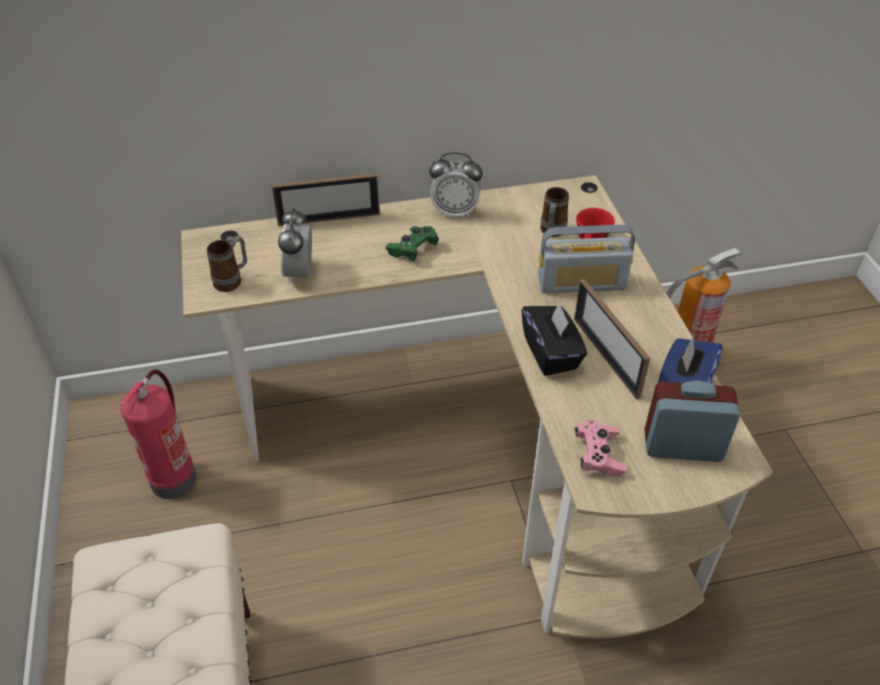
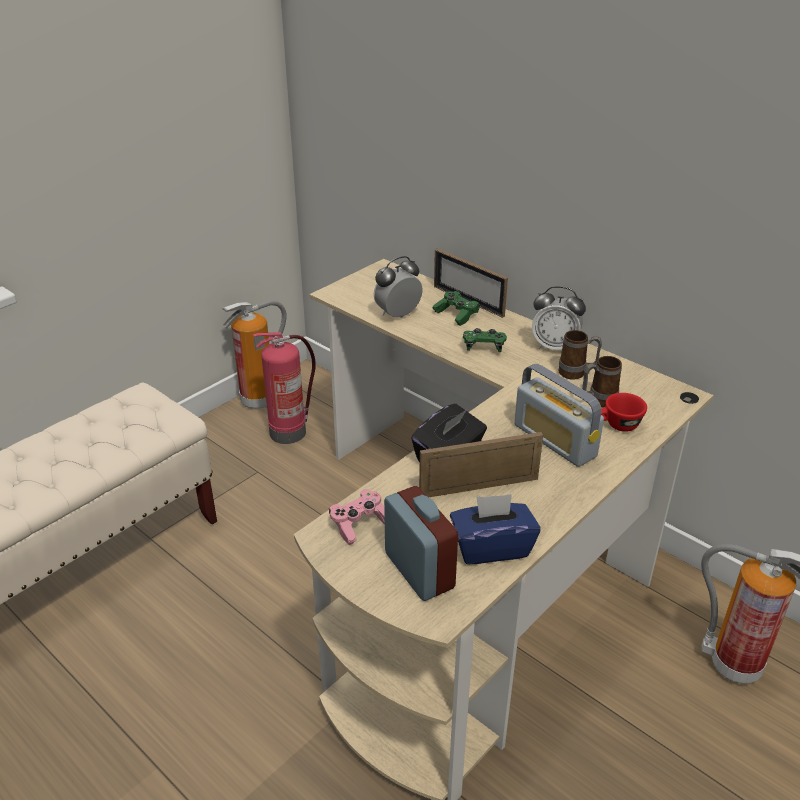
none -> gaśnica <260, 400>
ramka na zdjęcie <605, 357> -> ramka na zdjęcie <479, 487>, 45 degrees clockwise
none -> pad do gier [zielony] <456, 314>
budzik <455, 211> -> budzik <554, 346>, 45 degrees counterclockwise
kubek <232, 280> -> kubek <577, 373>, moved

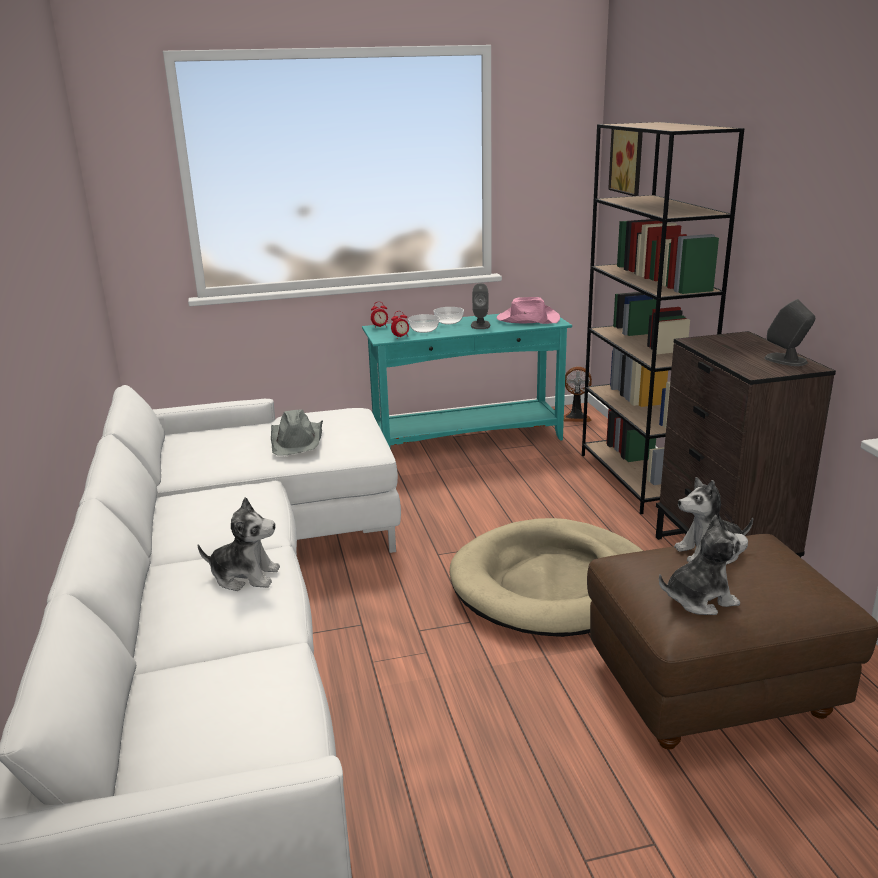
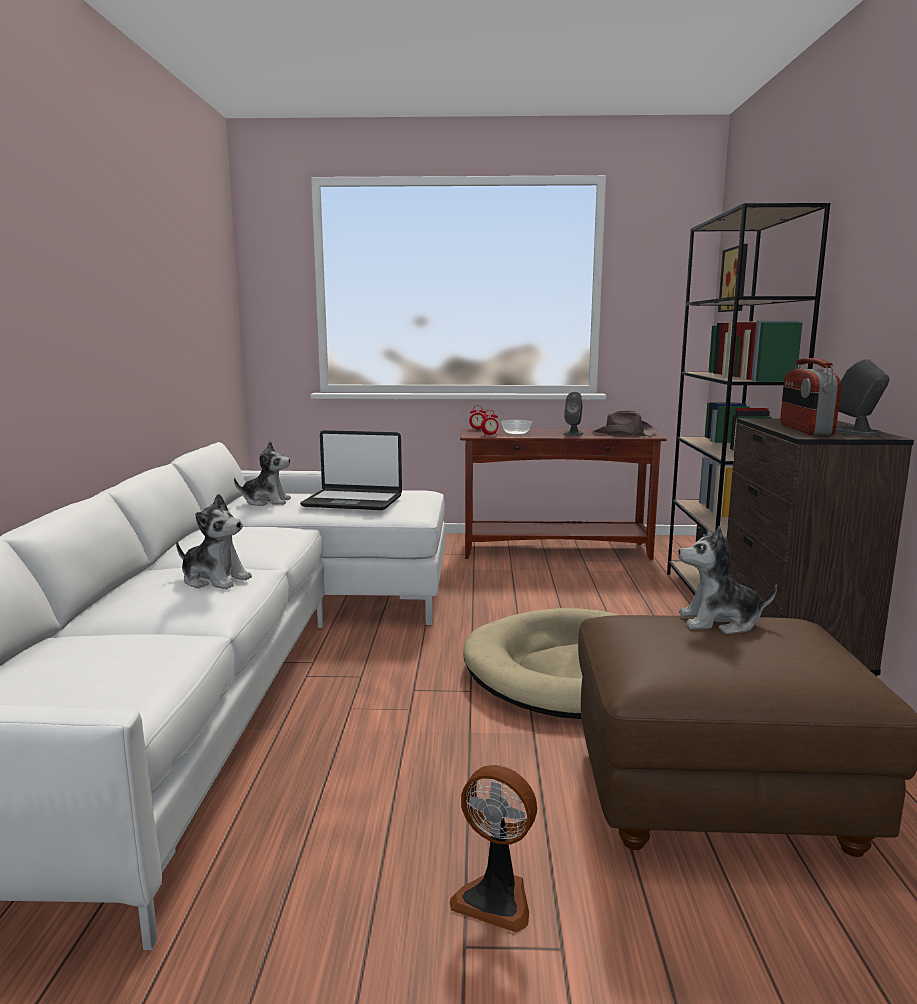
pluszak <700, 599> -> pluszak <266, 502>, moved
kapelusz [szary] <297, 440> -> laptop <353, 501>
wentylator <576, 417> -> wentylator <496, 898>, moved
stolik konsolowy [turkusowy] <468, 439> -> stolik konsolowy [brązowy] <556, 550>
kapelusz [różowy] <527, 319> -> kapelusz [brązowy] <623, 433>
none -> radio <805, 430>
miska <448, 322> -> none

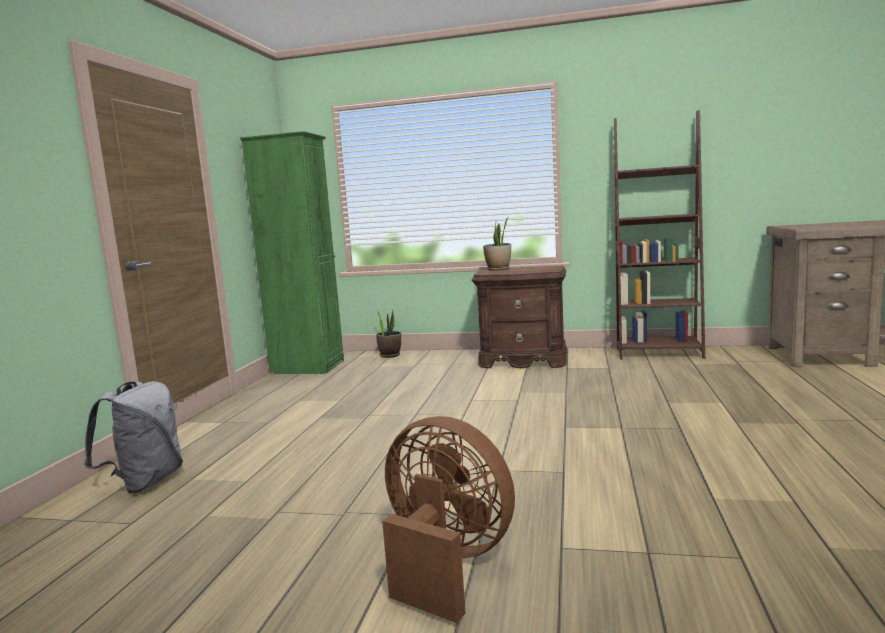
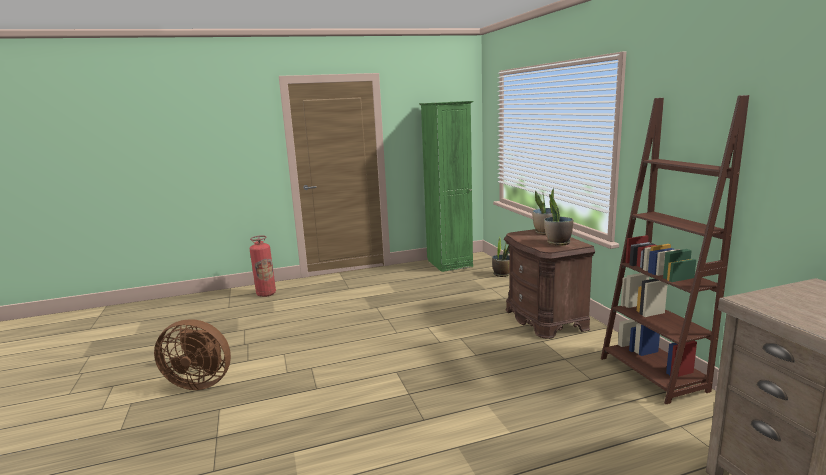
wentylator [brązowy] <445, 563> -> wentylator [brązowy] <200, 382>, 90 degrees clockwise
plecak [szary] <145, 482> -> gaśnica <266, 294>
none -> roślina doniczkowa <557, 243>

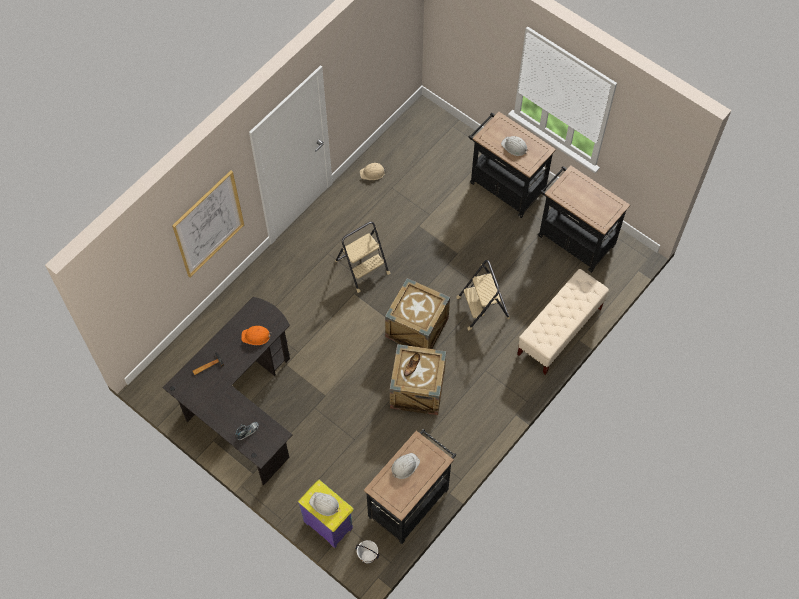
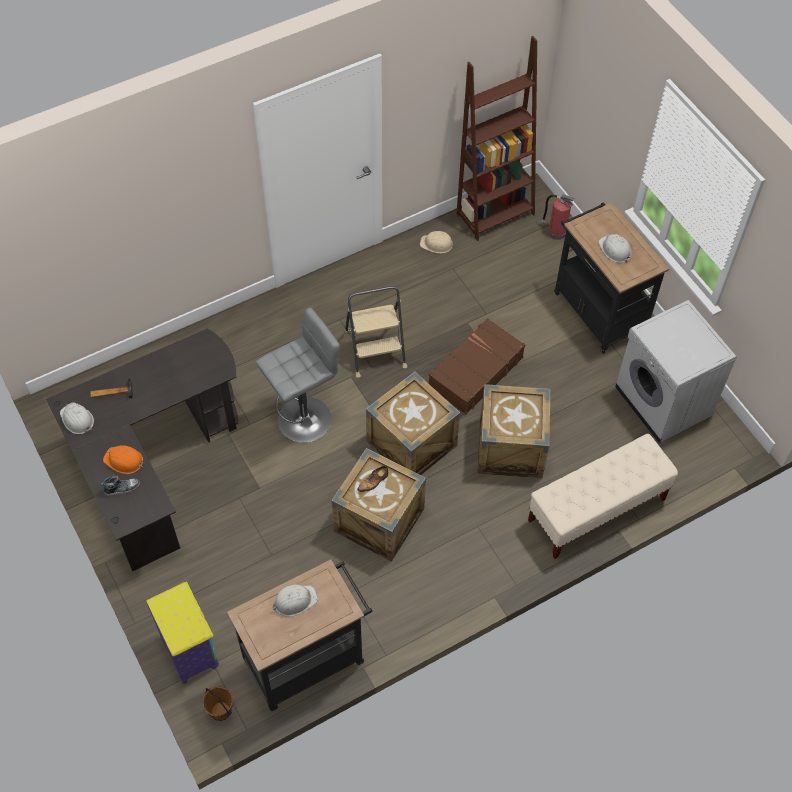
kask [biały] <324, 504> -> kask [biały] <77, 419>, moved
kask [pomarańczowy] <256, 336> -> kask [pomarańczowy] <124, 460>, moved
wiadro [biały] <367, 557> -> wiadro [brązowy] <220, 711>
none -> stołek [szary] <305, 420>
none -> walizka [brązowy] <475, 372>
none -> regał [brązowy] <495, 214>
drabinka [beżowy] <485, 307> -> skrzynka <510, 447>
none -> gaśnica <556, 232>
wózek [czarny] <573, 240> -> pralka [biały] <661, 402>
obraz <208, 224> -> none

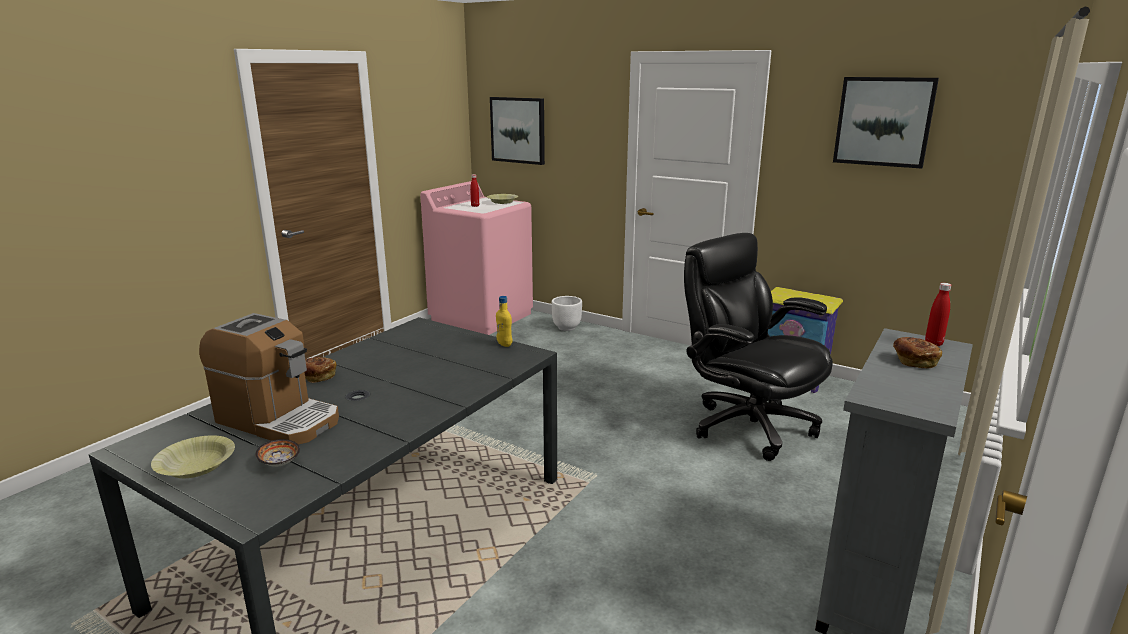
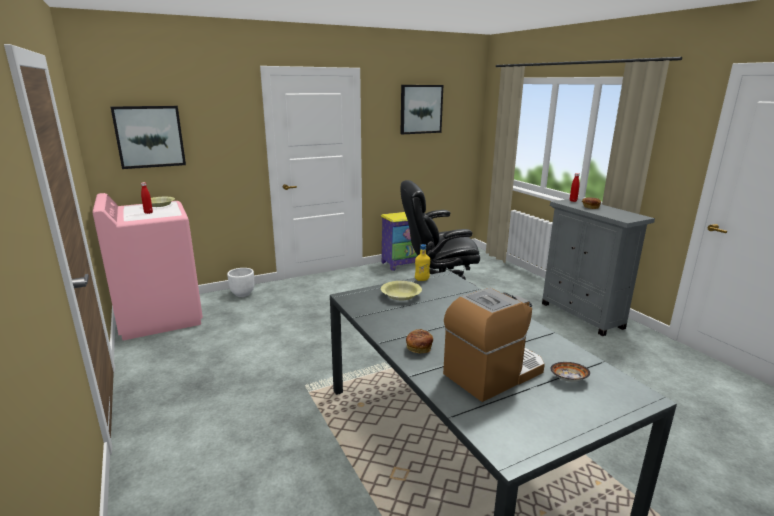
miska [żółty] <196, 466> -> miska [żółty] <401, 296>, moved

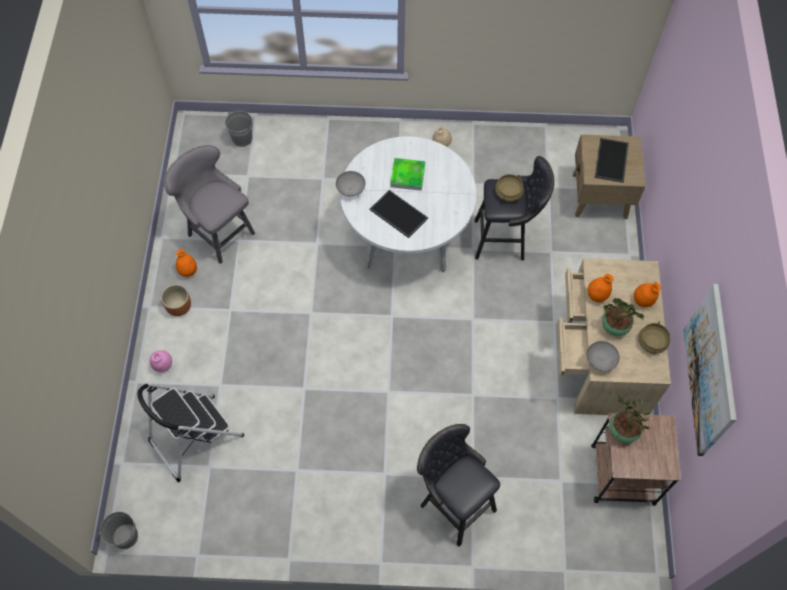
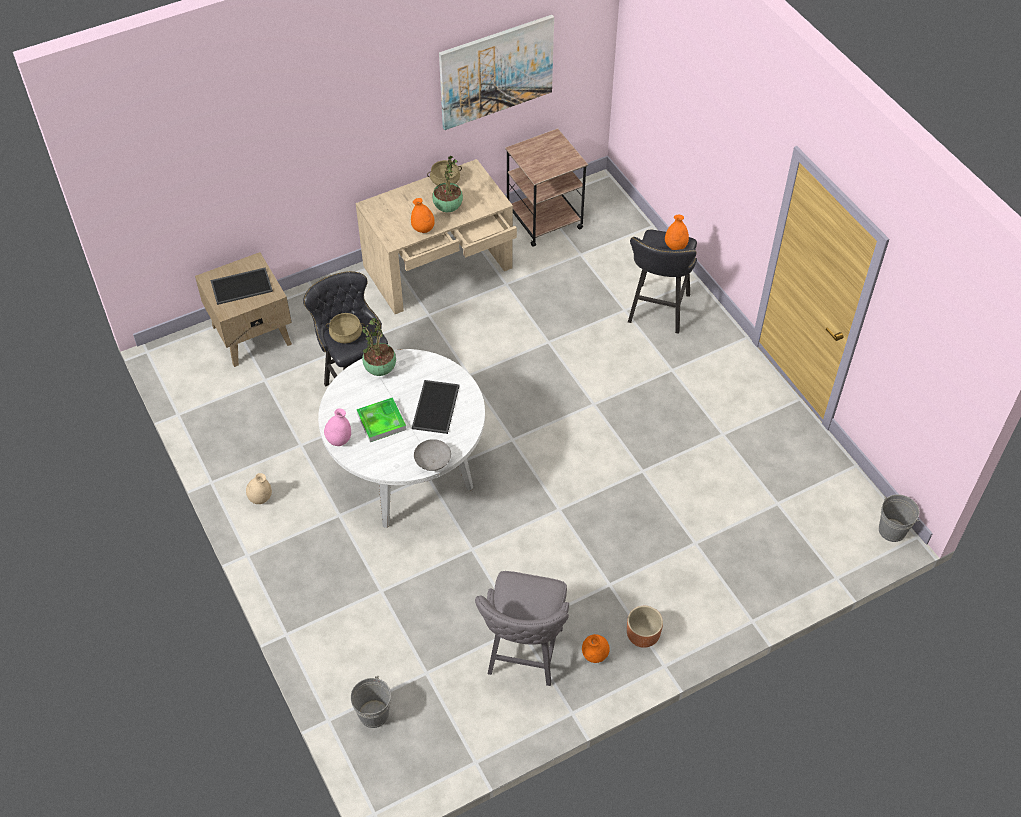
wazon [różowy] <163, 365> -> wazon [różowy] <339, 440>, moved
roślina doniczkowa <621, 431> -> roślina doniczkowa <380, 370>, moved
wazon [pomarańczowy] <643, 301> -> wazon [pomarańczowy] <675, 246>, moved
drabinka <193, 439> -> none
miska [szary] <600, 360> -> none

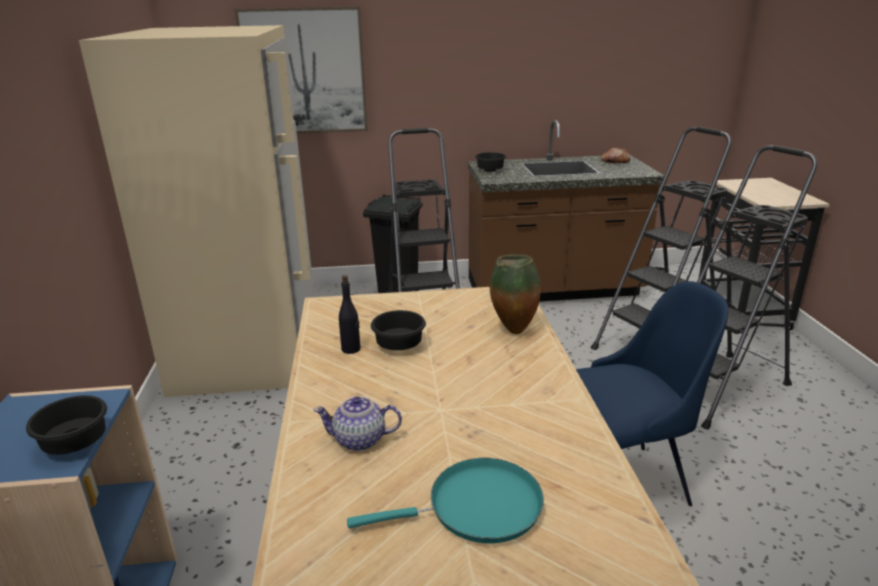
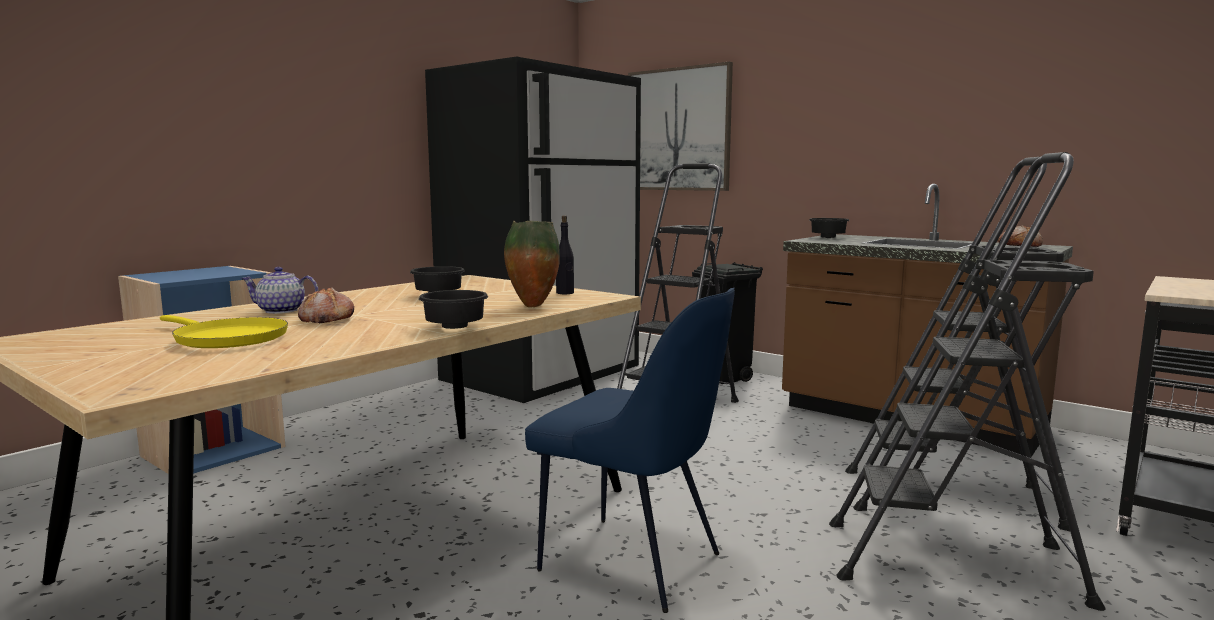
patelnia [turkusowy] <476, 507> -> patelnia [żółty] <227, 338>
imbryk <360, 440> -> imbryk <282, 311>, 45 degrees counterclockwise
none -> chleb <326, 319>
miska [czarny] <78, 442> -> miska [czarny] <457, 327>, moved
lodówka [beżowy] <250, 344> -> lodówka [czarny] <543, 372>
butelka [czarny] <351, 349> -> butelka [czarny] <565, 293>, moved

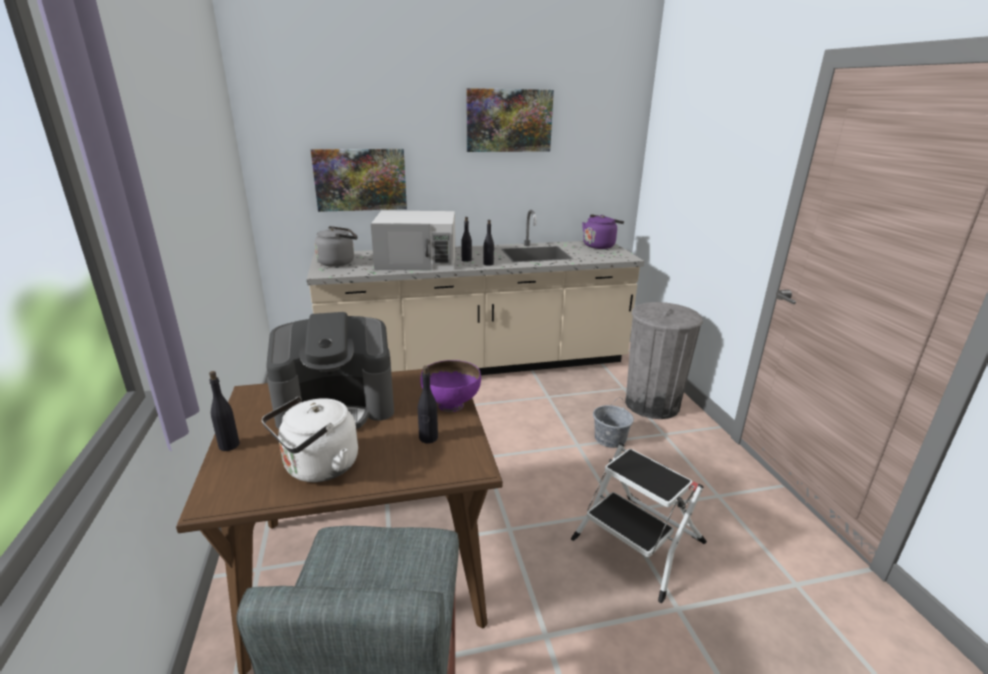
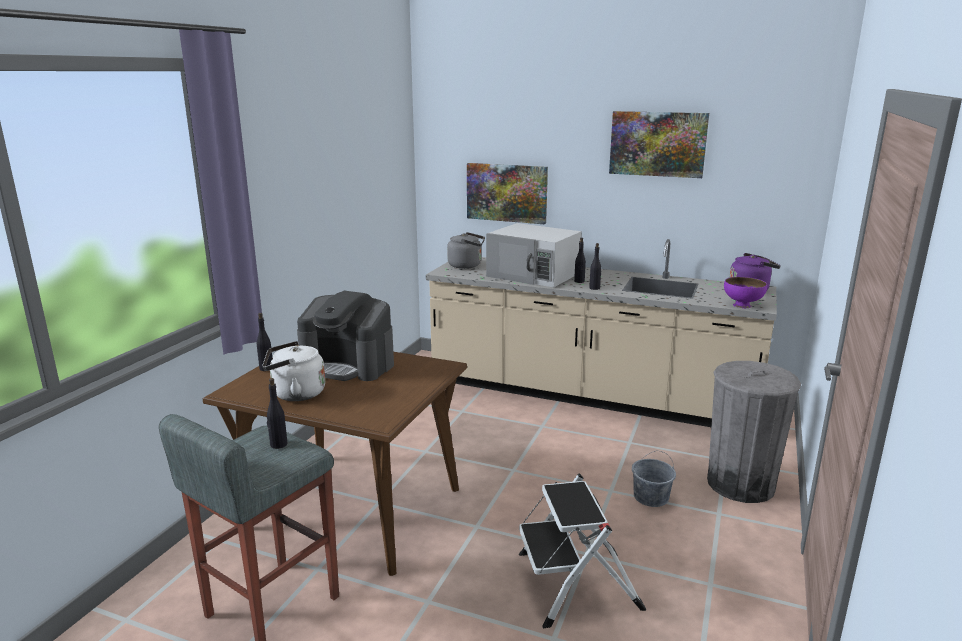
butelka [czarny] <428, 438> -> butelka [czarny] <278, 444>, moved
miska [fioletowy] <451, 405> -> miska [fioletowy] <742, 305>, moved

